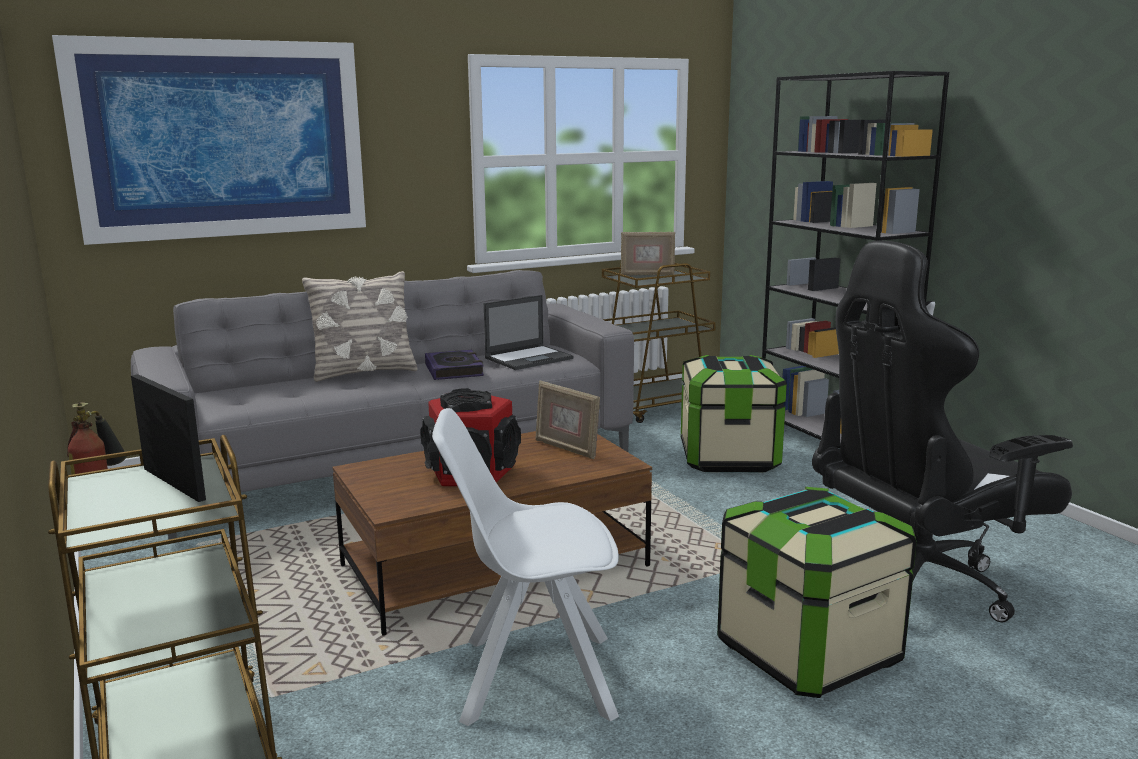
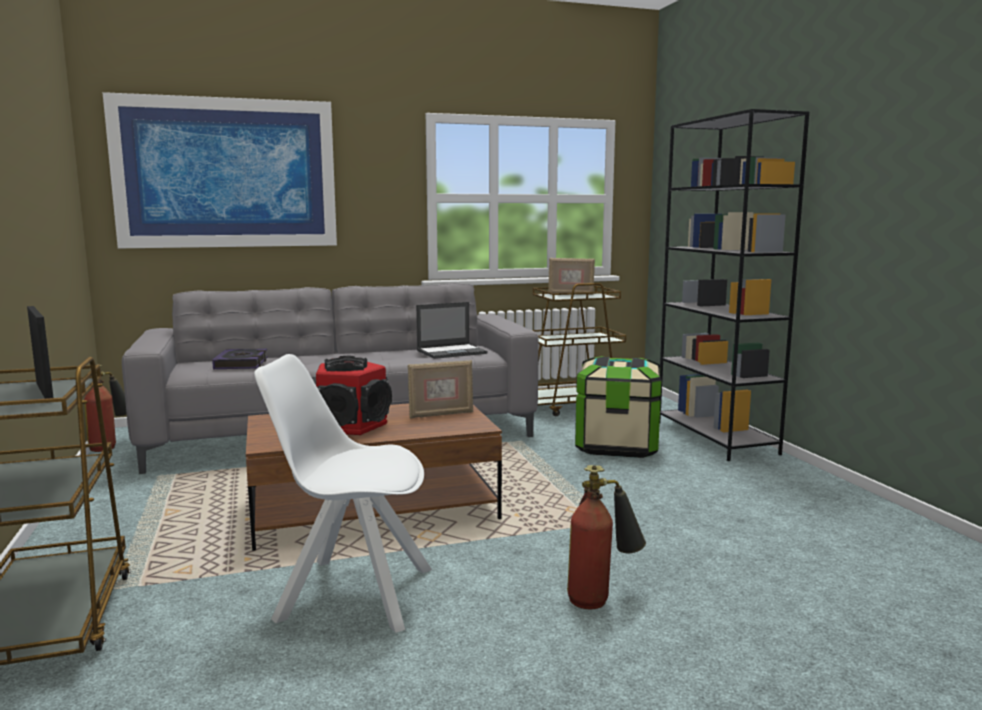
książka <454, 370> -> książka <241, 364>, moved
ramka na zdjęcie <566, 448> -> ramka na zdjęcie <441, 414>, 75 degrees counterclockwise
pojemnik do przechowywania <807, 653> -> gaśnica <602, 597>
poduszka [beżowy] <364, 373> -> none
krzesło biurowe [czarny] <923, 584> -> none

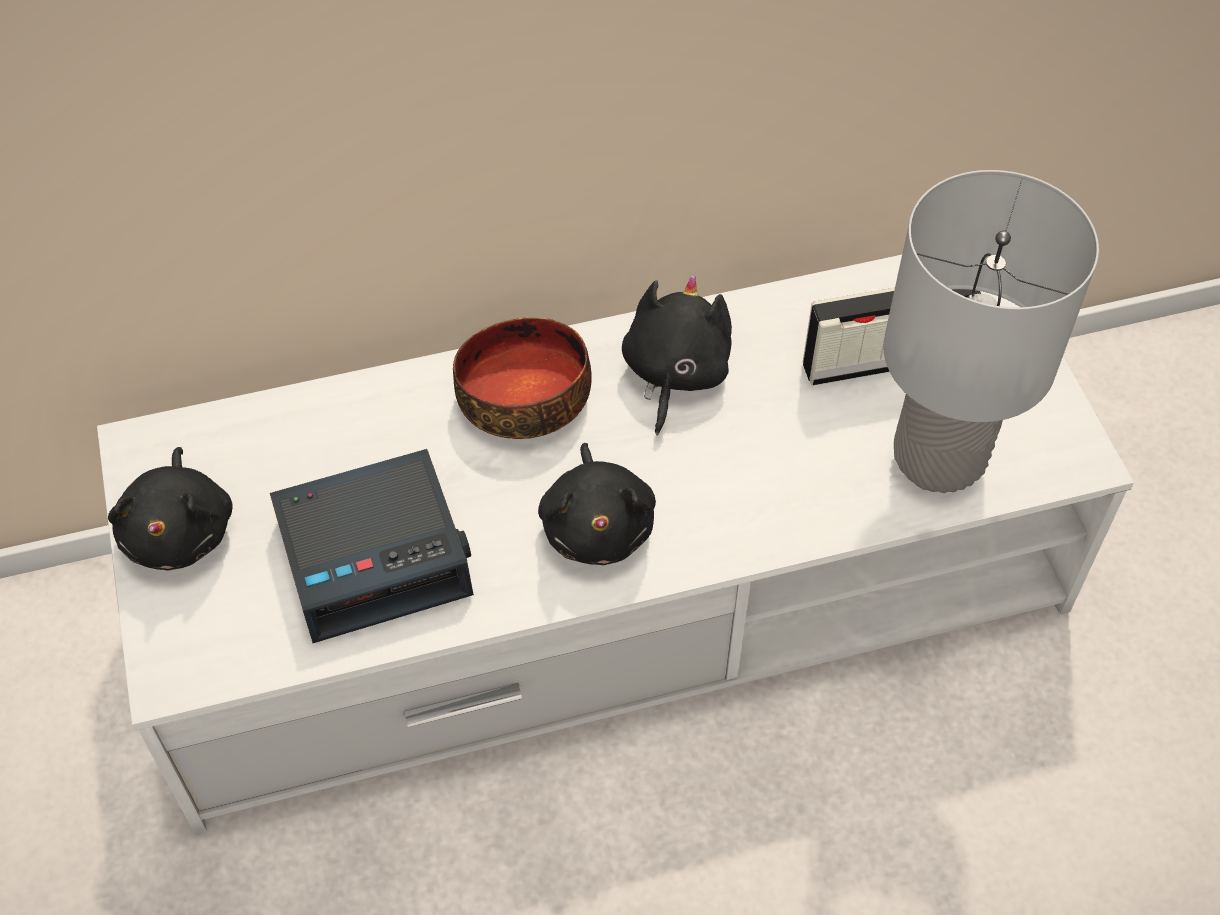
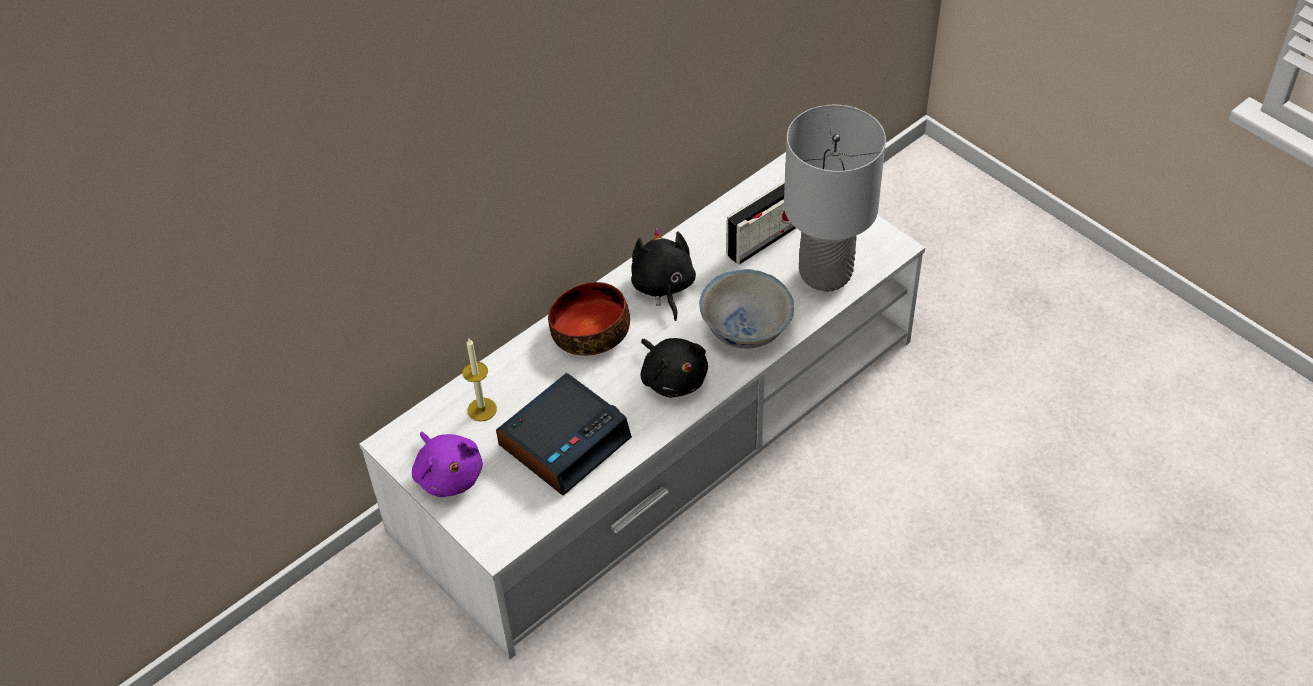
pluszak [czarny] <180, 531> -> pluszak [fioletowy] <448, 475>
none -> świeca <482, 409>
none -> miska [biały] <745, 328>

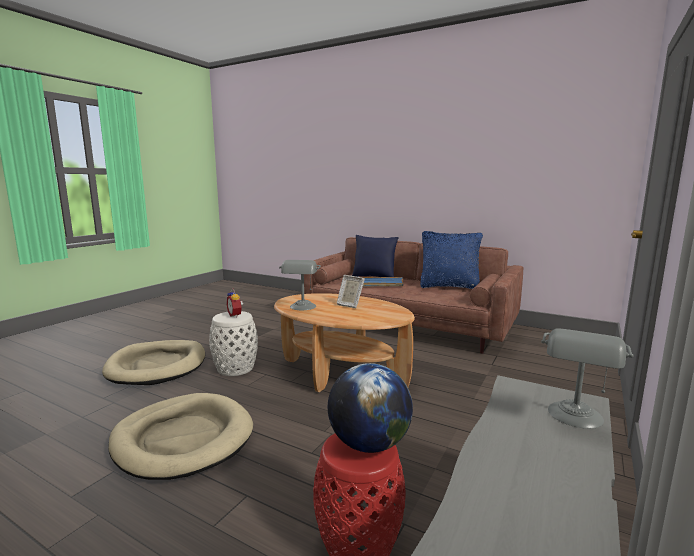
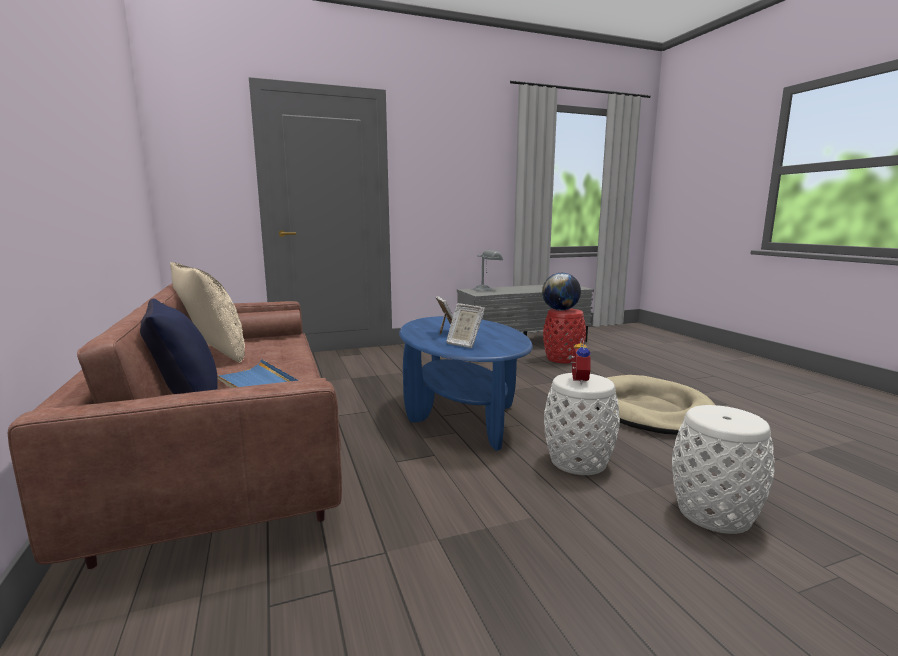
poduszka [niebieski] <449, 287> -> poduszka [beżowy] <213, 355>
ława [brązowy] <341, 374> -> ława [niebieski] <461, 414>
none -> ramka na zdjęcie <464, 344>
legowisko [beżowy] <157, 366> -> stołek [biały] <713, 514>
lampa stołowa [szary] <302, 308> -> none

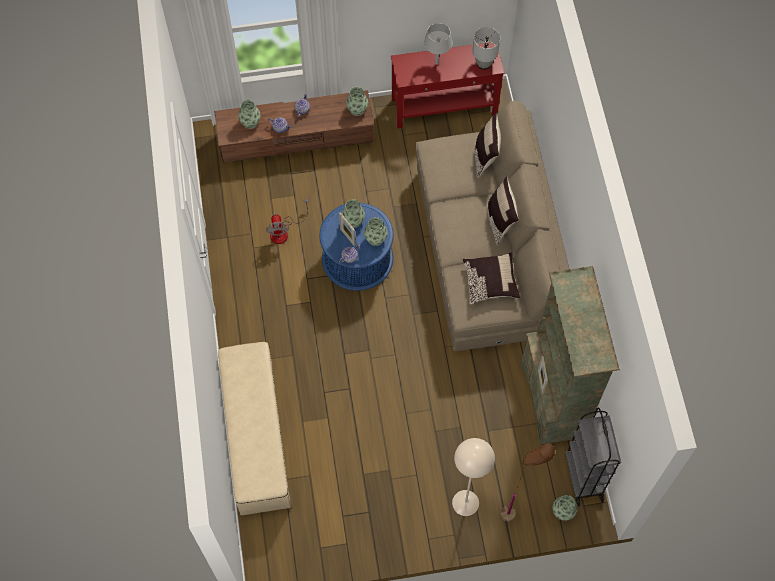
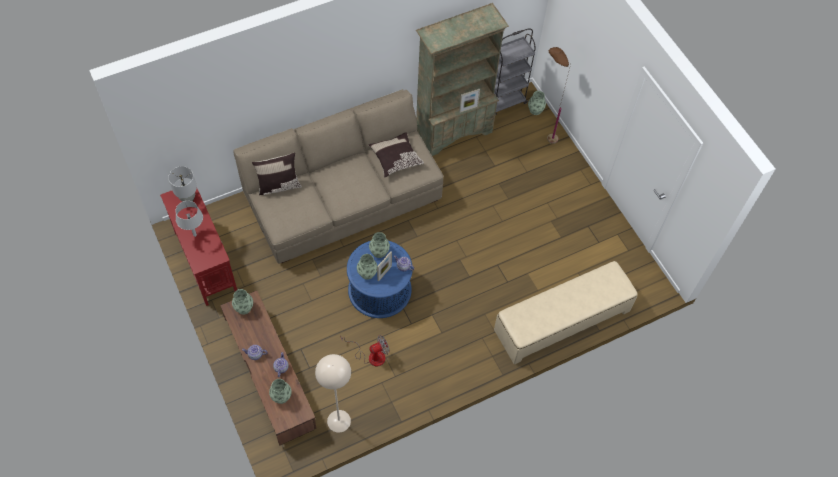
lampa stojąca [beżowy] <466, 502> -> lampa stojąca [beżowy] <338, 420>, moved
poduszka <500, 222> -> none

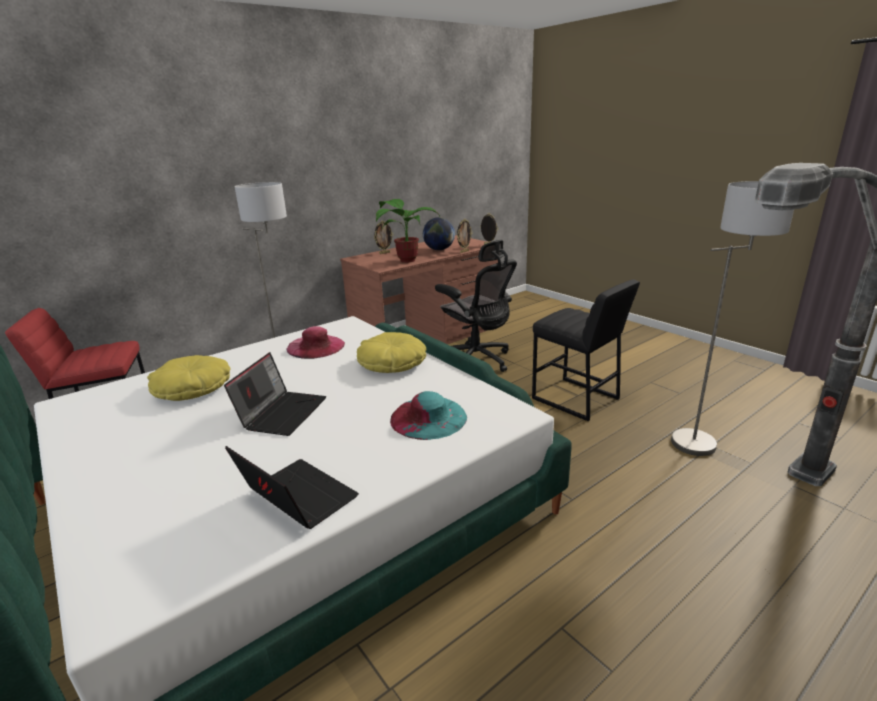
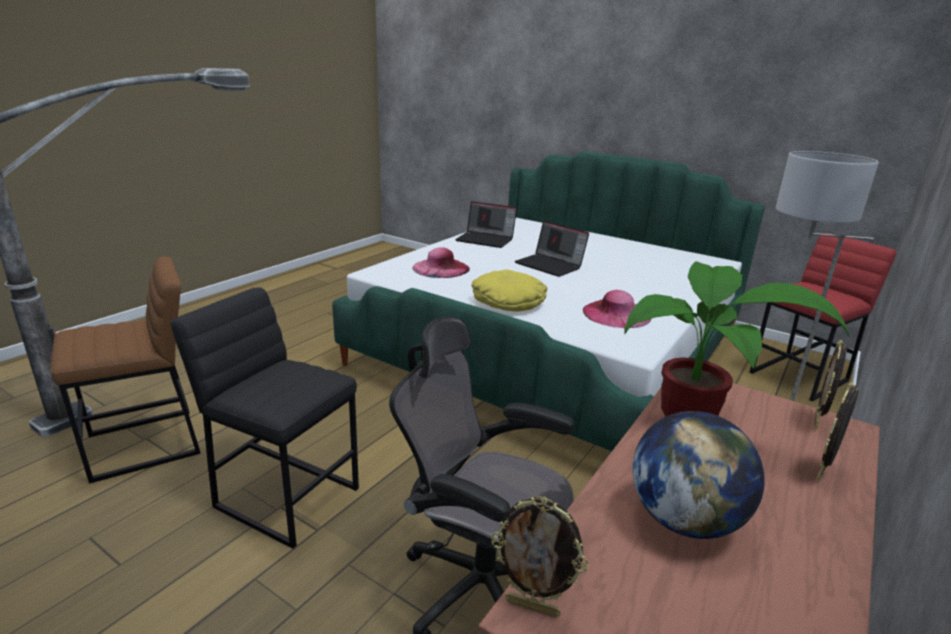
lampa stojąca [szary] <704, 442> -> krzesło [brązowy] <147, 443>
kapelusz [turkusowy] <428, 418> -> kapelusz [różowy] <441, 268>
laptop <282, 412> -> laptop <550, 265>, 45 degrees counterclockwise
ramka na zdjęcie <464, 251> -> ramka na zdjęcie <817, 422>, moved
poduszka [żółty] <191, 389> -> none

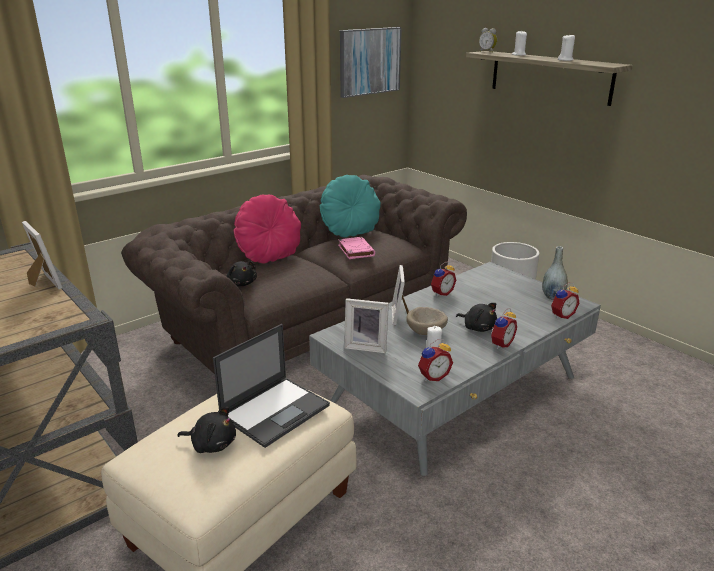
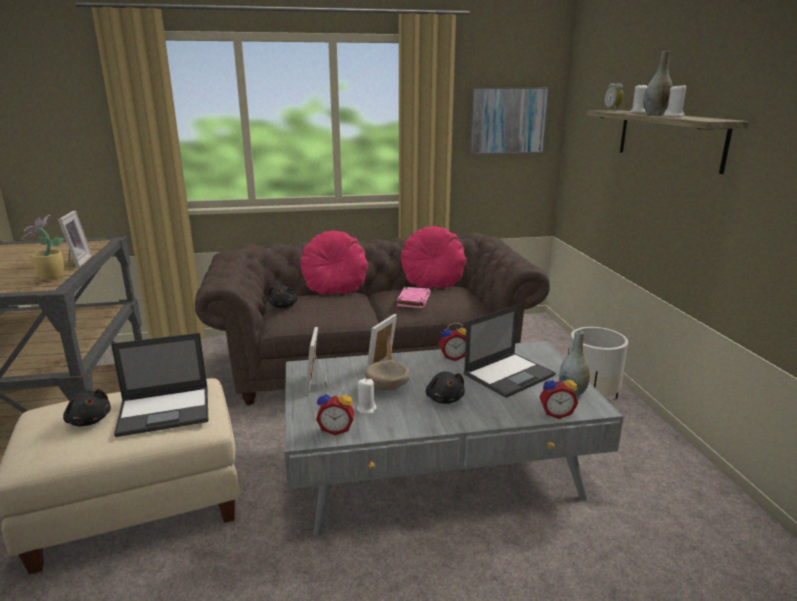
none -> roślina doniczkowa <50, 277>
ramka na zdjęcie <366, 346> -> ramka na zdjęcie <317, 384>, 45 degrees clockwise
poduszka [turkusowy] <350, 233> -> poduszka [różowy] <432, 285>
none -> laptop <509, 374>
none -> wazon [szary] <655, 114>
budzik <500, 344> -> none

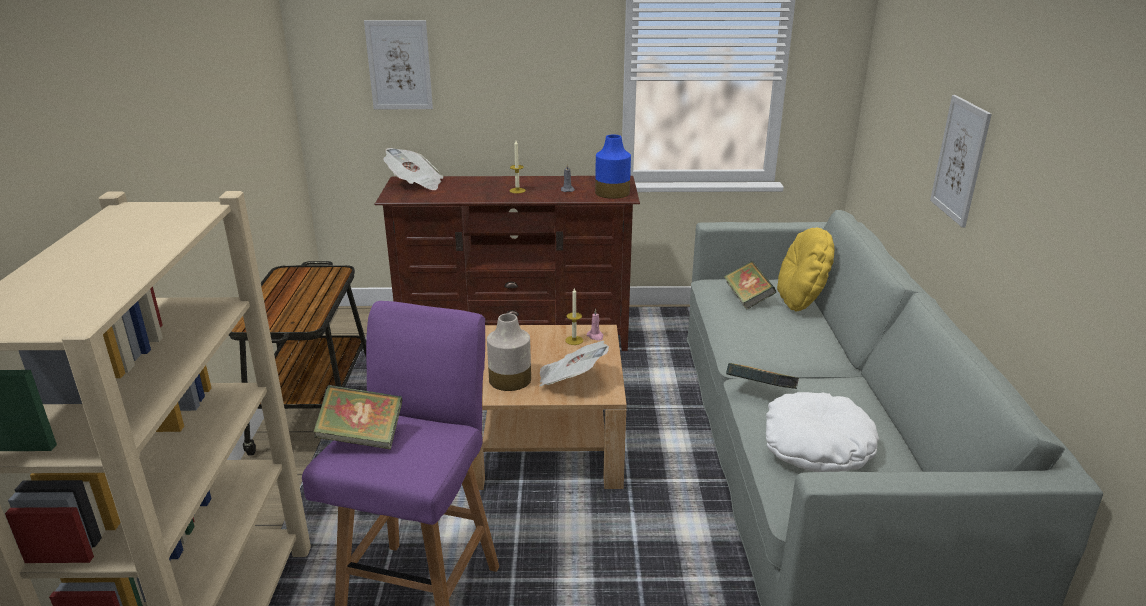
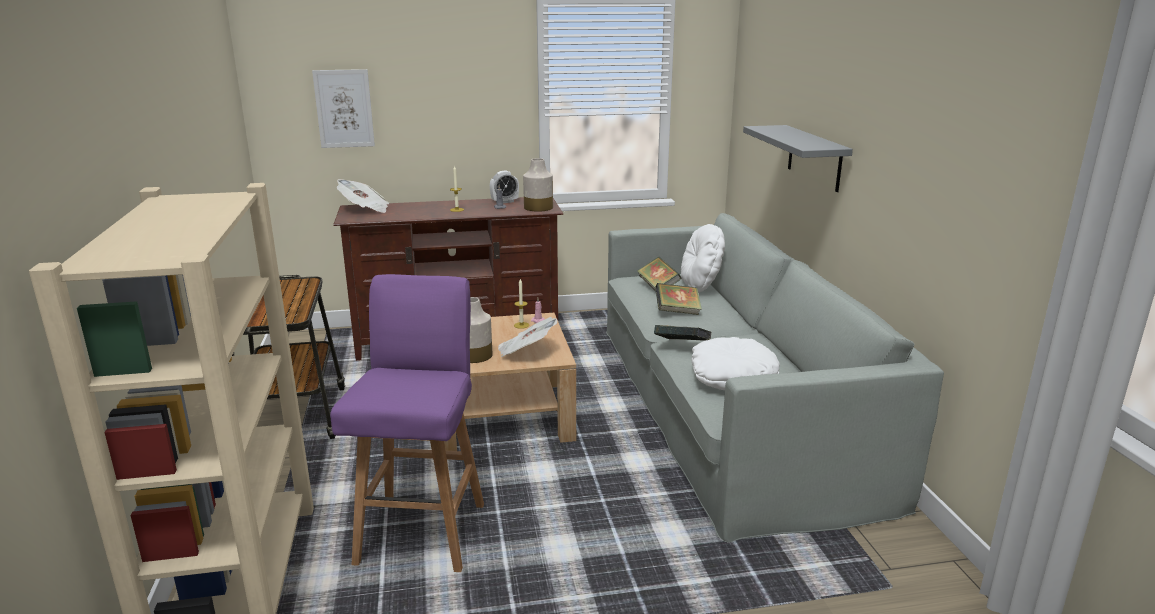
none -> budzik <504, 202>
wazon [niebieski] <612, 192> -> wazon [beżowy] <538, 207>
książka <362, 438> -> książka <677, 312>, moved
poduszka [żółty] <800, 302> -> poduszka [biały] <700, 287>
obraz <960, 160> -> półka [szary] <814, 158>

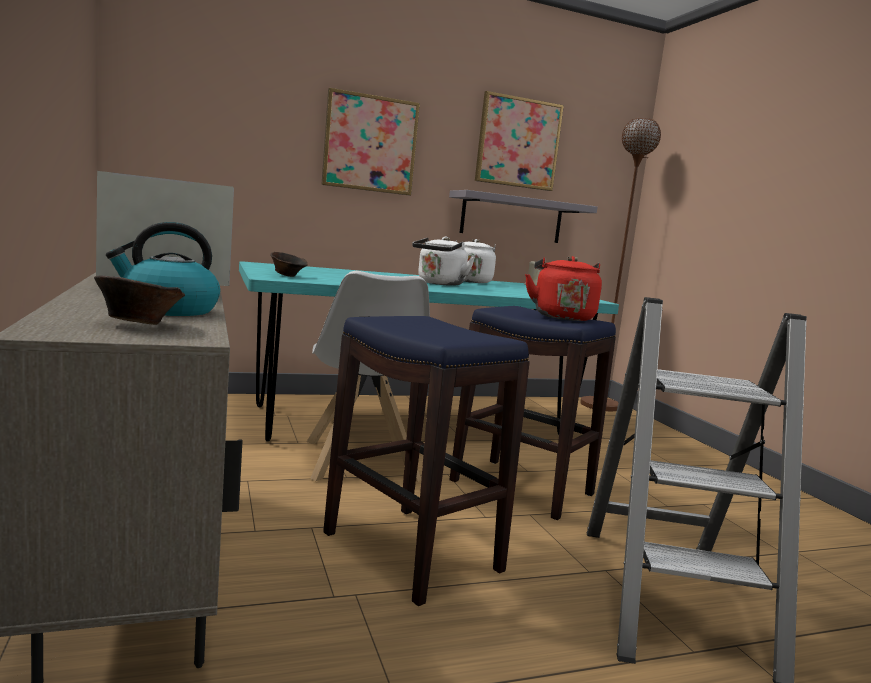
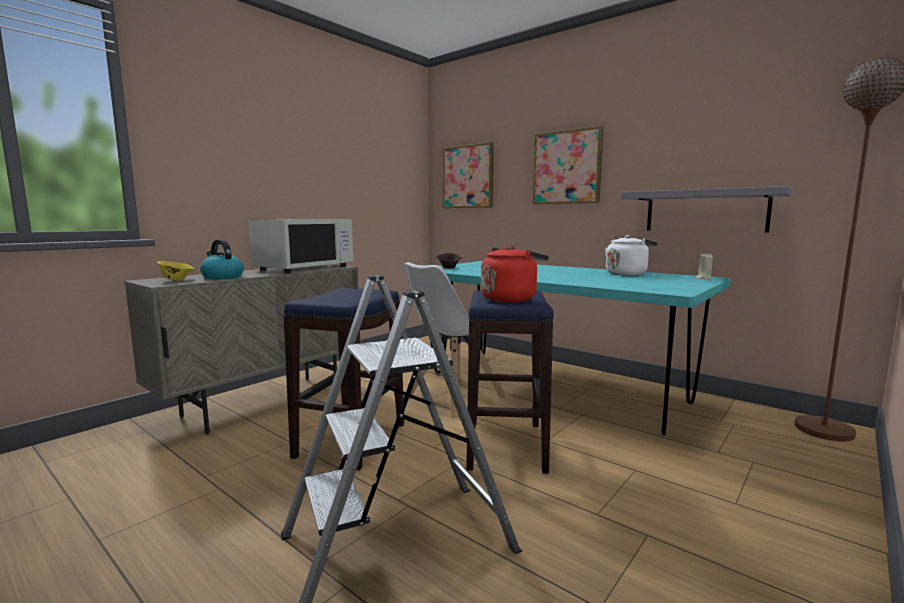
miska [brązowy] <138, 325> -> miska [żółty] <177, 280>
obraz <518, 143> -> obraz <468, 177>, moved
czajnik [biały] <439, 284> -> none

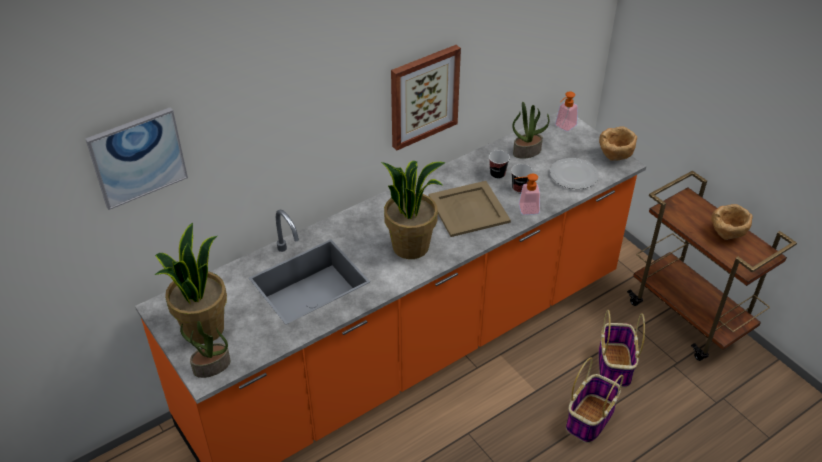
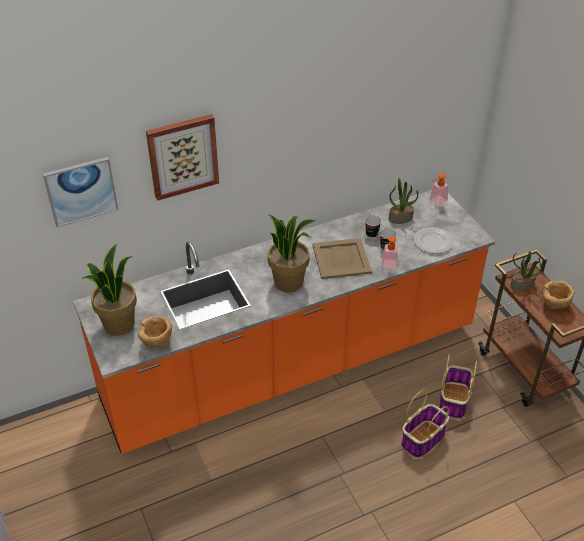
miska [brązowy] <615, 157> -> miska [brązowy] <157, 343>, moved
obraz <423, 96> -> obraz <182, 156>, moved
roślina doniczkowa <211, 367> -> roślina doniczkowa <522, 285>, moved

